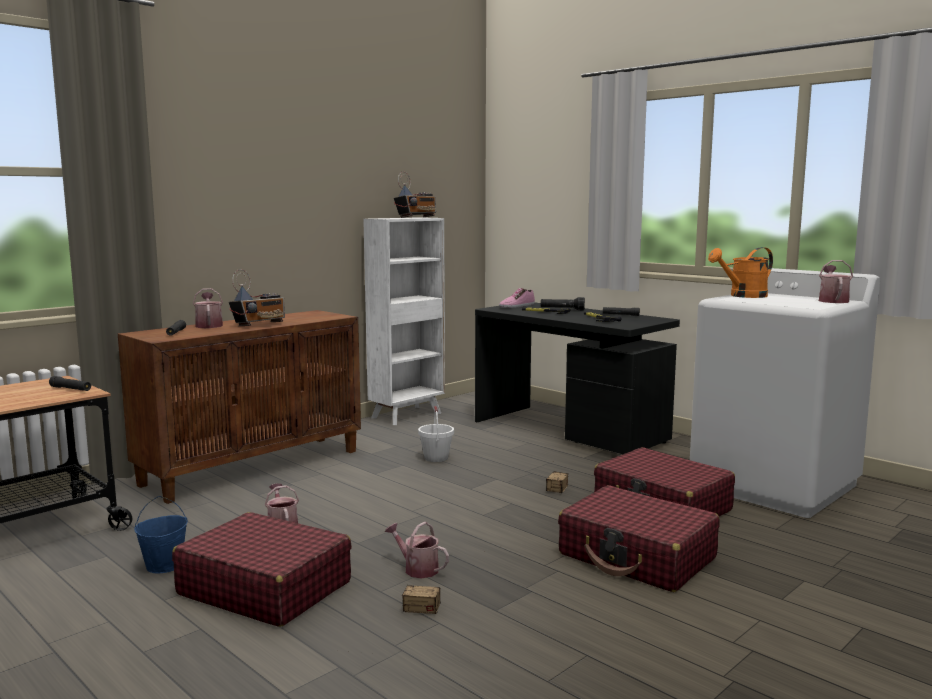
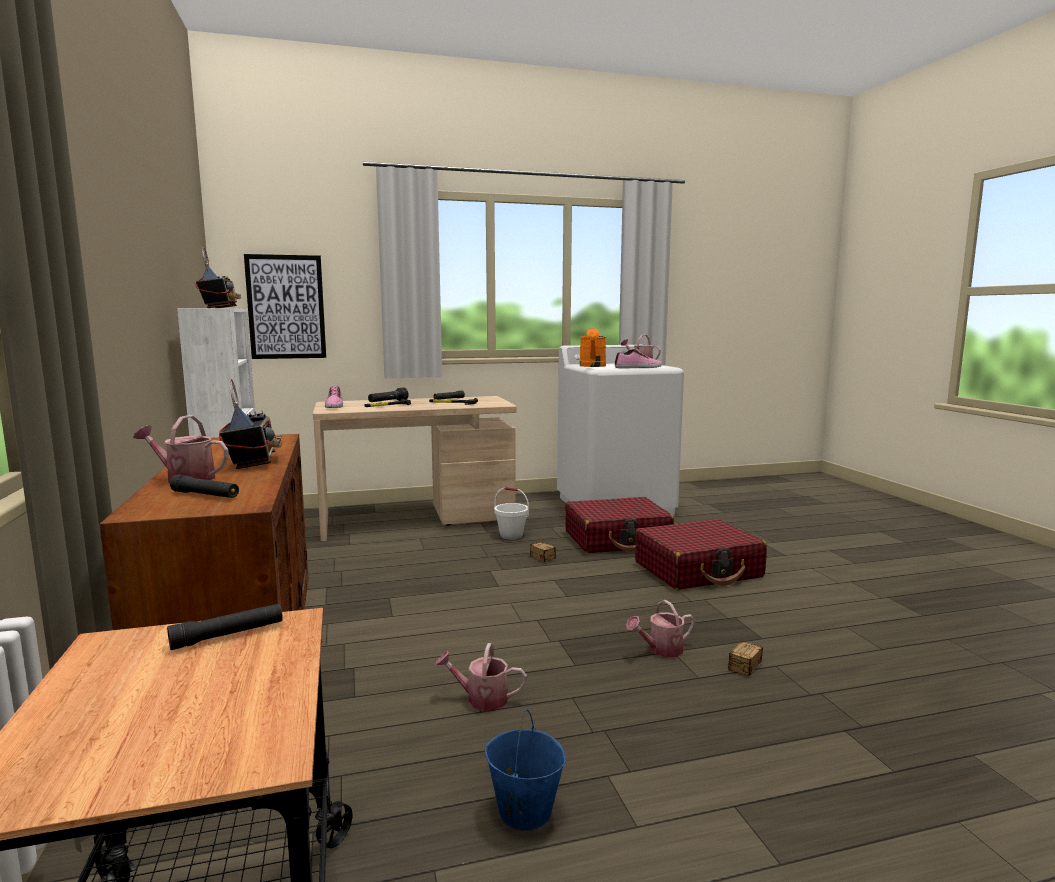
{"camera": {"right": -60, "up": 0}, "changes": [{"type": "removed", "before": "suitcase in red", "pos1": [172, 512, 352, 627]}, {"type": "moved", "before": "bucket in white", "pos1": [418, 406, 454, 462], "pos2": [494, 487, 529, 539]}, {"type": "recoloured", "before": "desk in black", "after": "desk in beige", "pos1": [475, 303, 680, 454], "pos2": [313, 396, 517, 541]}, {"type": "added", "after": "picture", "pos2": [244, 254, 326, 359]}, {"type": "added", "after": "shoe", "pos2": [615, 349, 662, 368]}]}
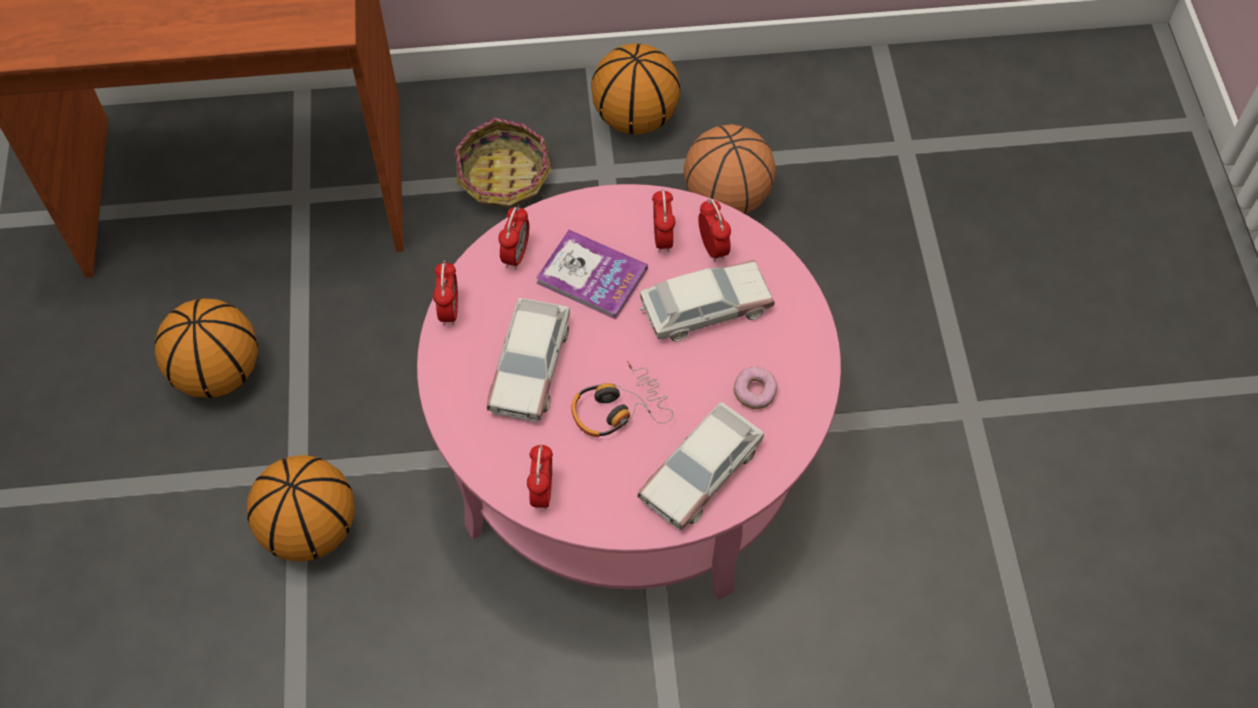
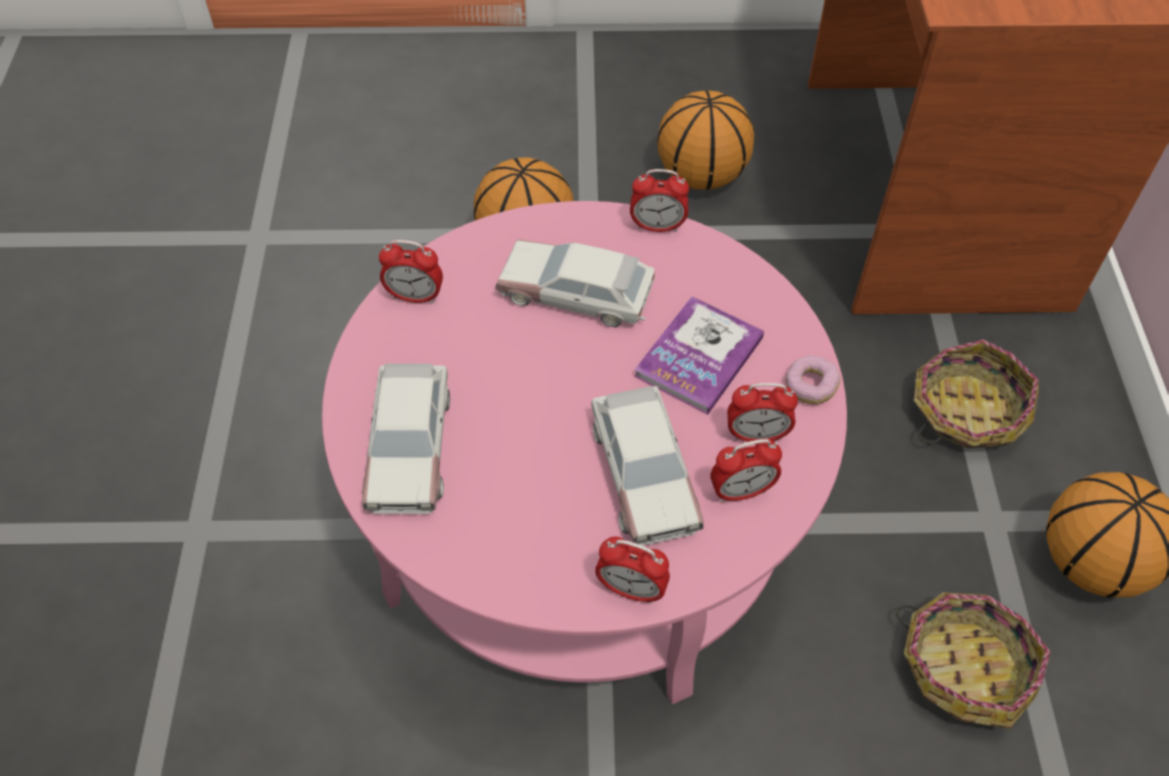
{"camera": {"right": 95, "up": -5}, "changes": [{"type": "moved", "before": "alarm clock", "pos1": [498, 205, 529, 269], "pos2": [595, 537, 670, 604]}, {"type": "removed", "before": "headphones", "pos1": [571, 361, 673, 437]}, {"type": "turned", "before": "toy car", "pos1": [637, 402, 764, 530], "pos2": [362, 363, 450, 514], "turn": -135}, {"type": "replaced", "before": "basketball", "after": "basket", "pos1": [683, 124, 776, 214], "pos2": [896, 592, 1051, 729]}, {"type": "moved", "before": "donut", "pos1": [733, 366, 778, 409], "pos2": [786, 355, 841, 404]}]}
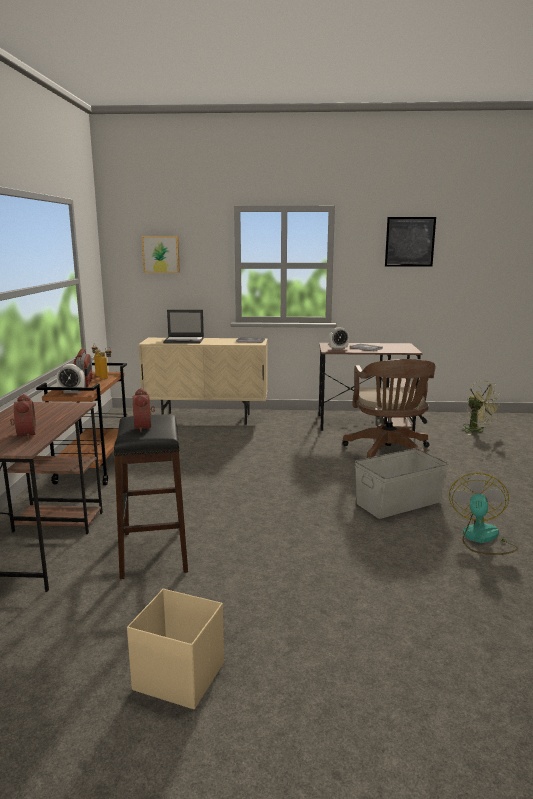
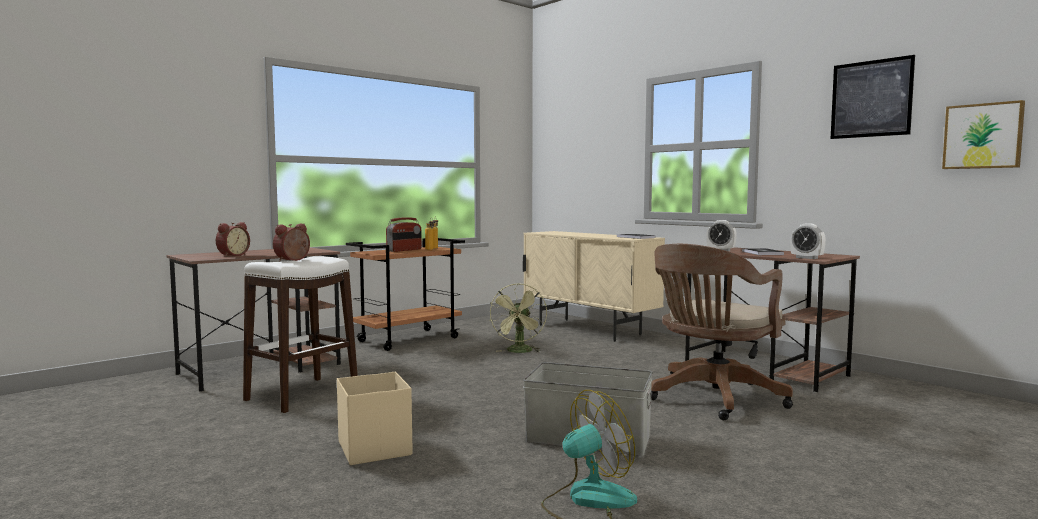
{"camera": {"right": 45, "up": -10}, "changes": [{"type": "moved", "before": "alarm clock", "pos1": [57, 364, 85, 393], "pos2": [790, 223, 826, 259]}, {"type": "recoloured", "before": "stool in black", "after": "stool in white", "pos1": [114, 414, 188, 579], "pos2": [243, 256, 358, 413]}, {"type": "moved", "before": "storage box in beige", "pos1": [127, 589, 224, 710], "pos2": [337, 372, 413, 465]}, {"type": "moved", "before": "picture", "pos1": [142, 236, 180, 273], "pos2": [942, 100, 1025, 169]}, {"type": "removed", "before": "laptop", "pos1": [163, 310, 204, 343]}, {"type": "moved", "before": "fan in green", "pos1": [463, 380, 501, 435], "pos2": [489, 283, 547, 353]}]}
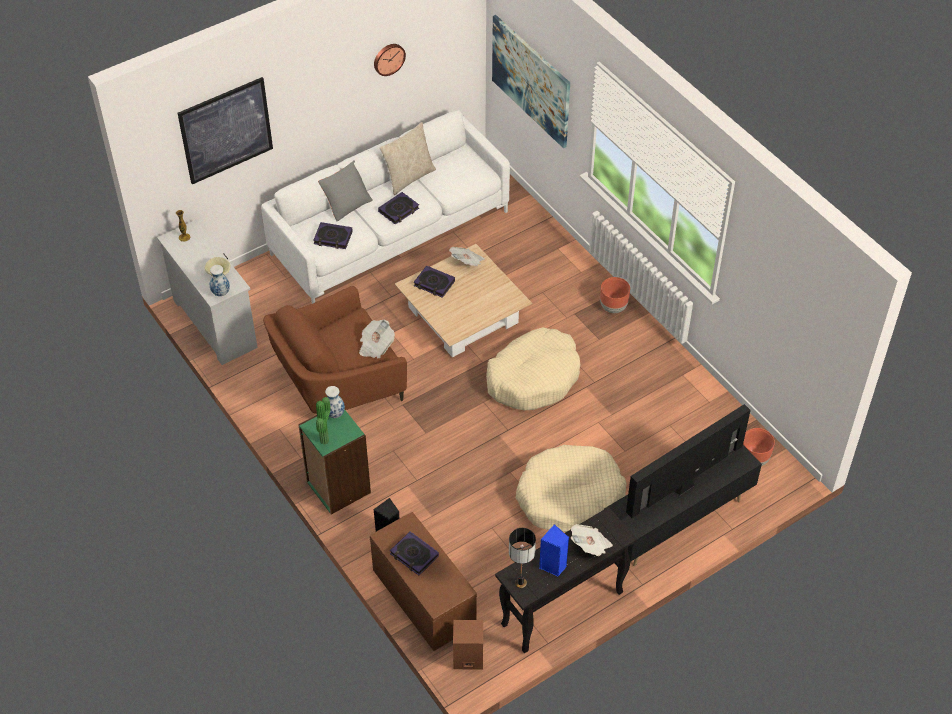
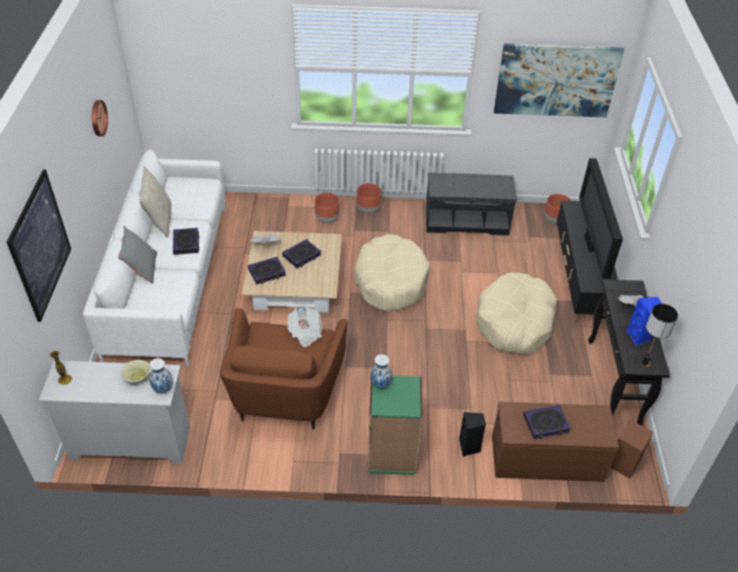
{"camera": {"right": -55, "up": -5}, "changes": [{"type": "moved", "before": "book", "pos1": [313, 222, 353, 249], "pos2": [282, 239, 321, 268]}, {"type": "removed", "before": "potted plant", "pos1": [316, 397, 331, 445]}, {"type": "moved", "before": "picture", "pos1": [492, 15, 570, 148], "pos2": [494, 44, 625, 117]}, {"type": "added", "after": "planter in brown", "pos2": [314, 193, 340, 223]}, {"type": "added", "after": "bench in grey", "pos2": [426, 173, 517, 236]}]}
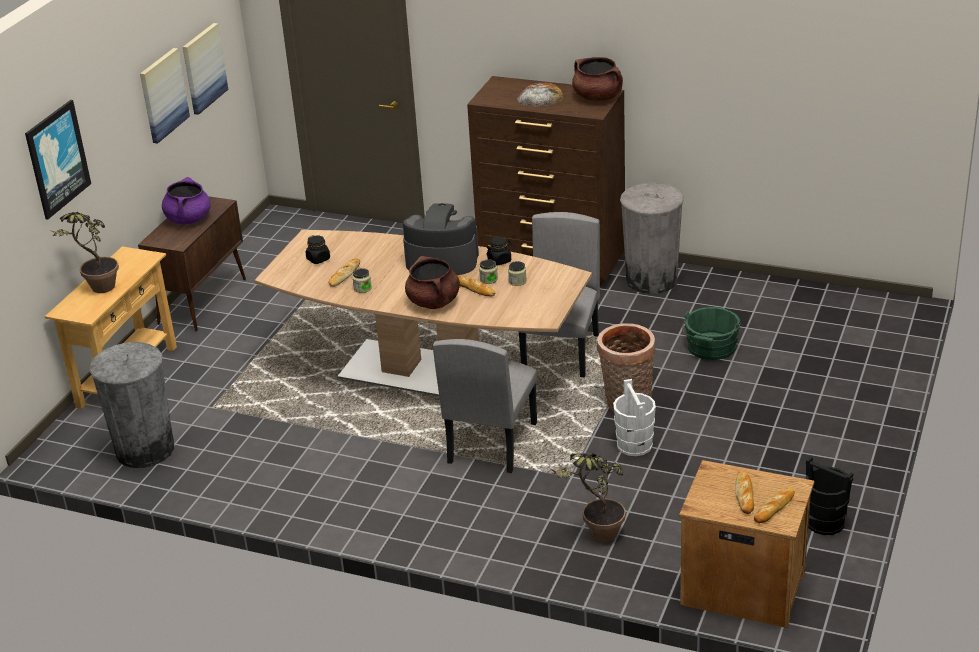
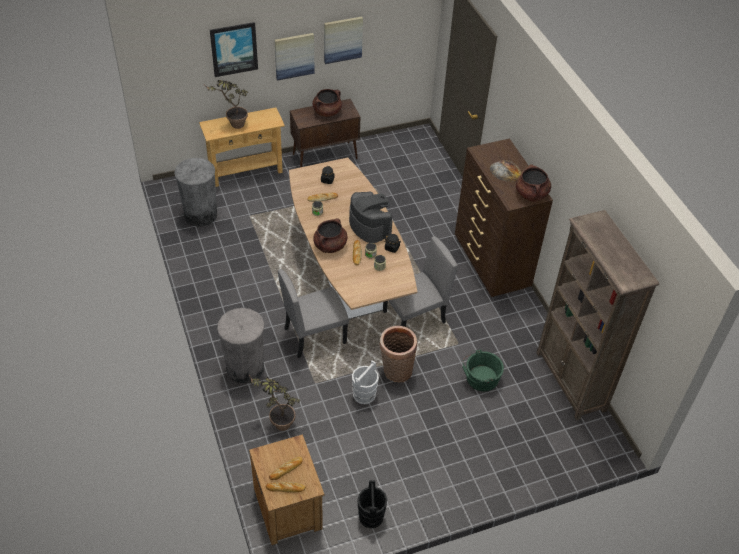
{"camera": {"right": 45, "up": 15}, "changes": [{"type": "recoloured", "before": "cooking pot in purple", "after": "cooking pot in brown", "pos1": [162, 177, 211, 224], "pos2": [312, 89, 342, 117]}, {"type": "moved", "before": "picture", "pos1": [183, 23, 228, 115], "pos2": [275, 33, 315, 81]}, {"type": "moved", "before": "trash can in grey", "pos1": [620, 183, 684, 294], "pos2": [217, 308, 264, 383]}, {"type": "added", "after": "bookcase in brown", "pos2": [536, 210, 659, 421]}]}
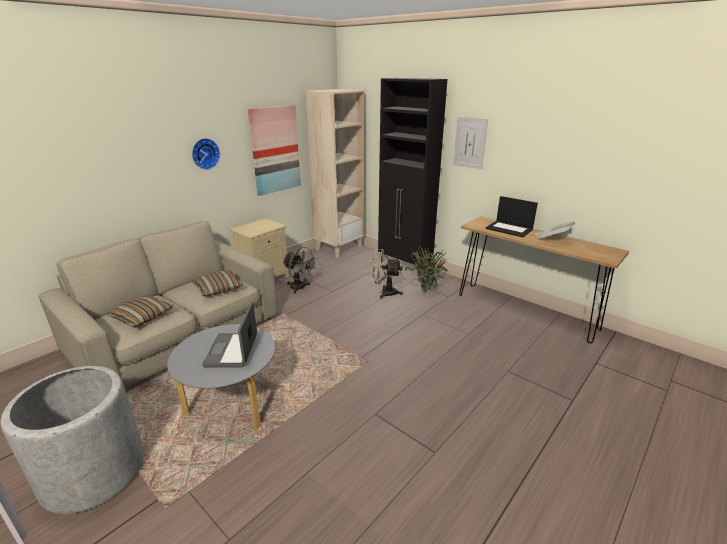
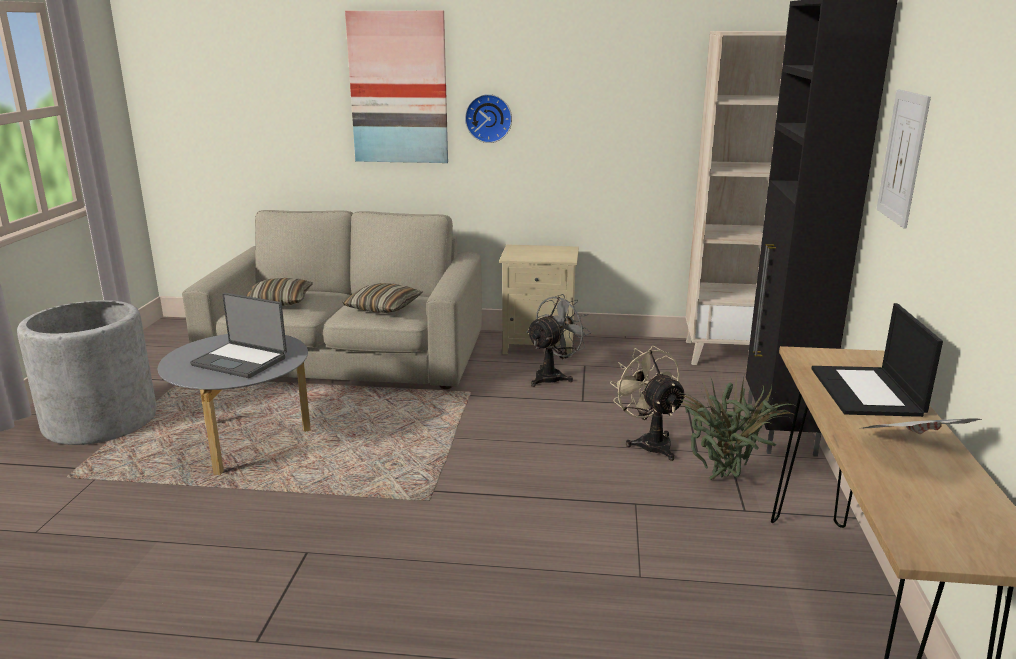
{"camera": {"right": 55, "up": -5}, "changes": [{"type": "turned", "before": "laptop", "pos1": [202, 302, 257, 368], "pos2": [190, 293, 287, 378], "turn": -120}, {"type": "moved", "before": "picture", "pos1": [248, 105, 301, 196], "pos2": [345, 11, 448, 163]}, {"type": "turned", "before": "fan in grey", "pos1": [283, 247, 318, 294], "pos2": [526, 294, 591, 387], "turn": -135}]}
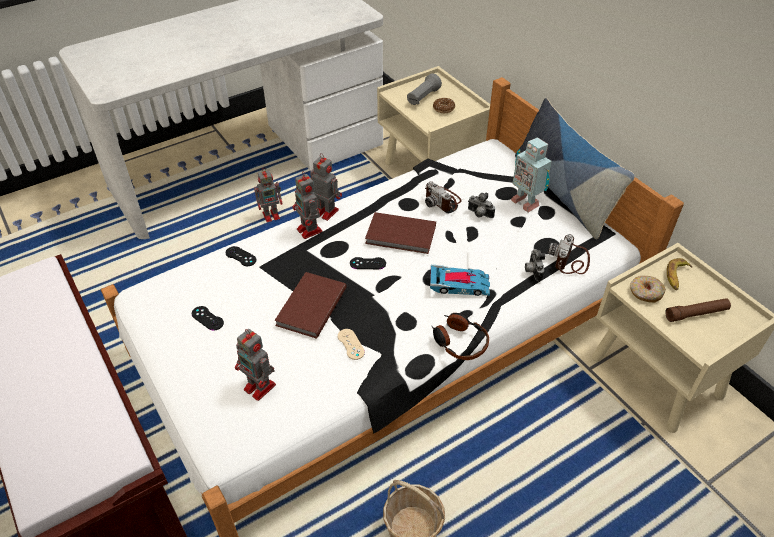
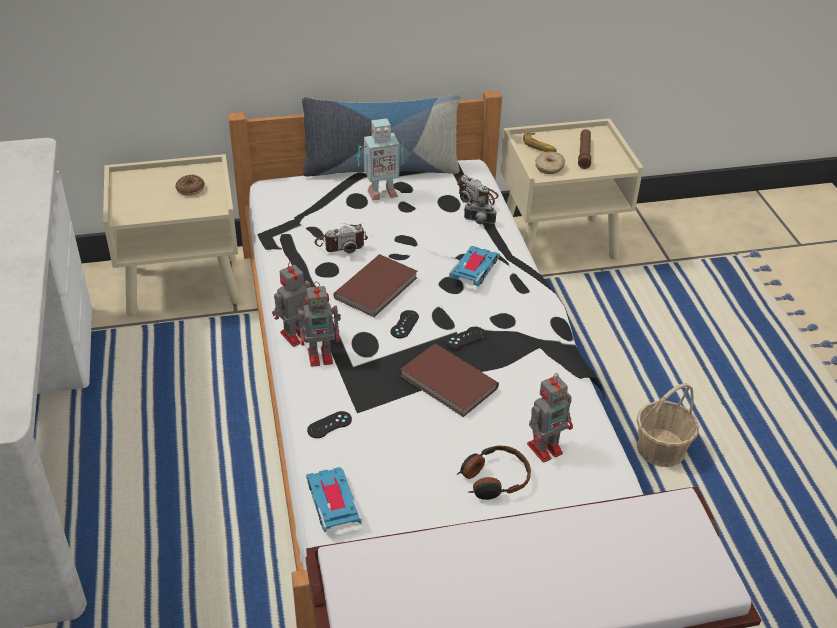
{"camera": {"right": -70, "up": -5}, "changes": [{"type": "moved", "before": "game controller in black", "pos1": [192, 306, 224, 331], "pos2": [445, 327, 485, 348]}, {"type": "removed", "before": "toy robot", "pos1": [254, 168, 283, 222]}, {"type": "removed", "before": "game controller in beige", "pos1": [338, 329, 365, 360]}, {"type": "removed", "before": "flashlight in grey", "pos1": [407, 73, 442, 105]}, {"type": "moved", "before": "headphones", "pos1": [432, 313, 489, 360], "pos2": [457, 445, 531, 500]}, {"type": "removed", "before": "photo camera", "pos1": [468, 193, 495, 218]}, {"type": "added", "after": "toy car", "pos2": [306, 467, 362, 532]}]}
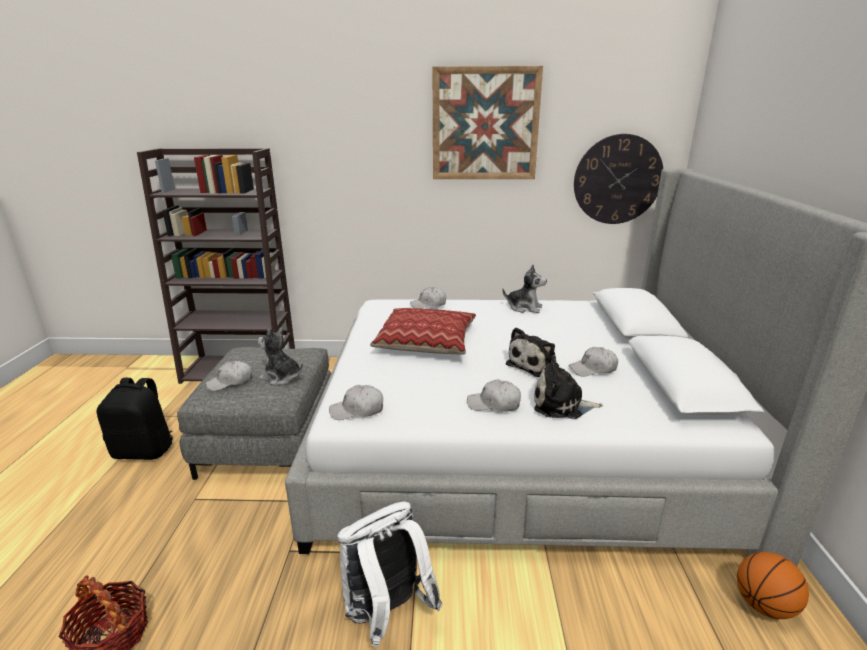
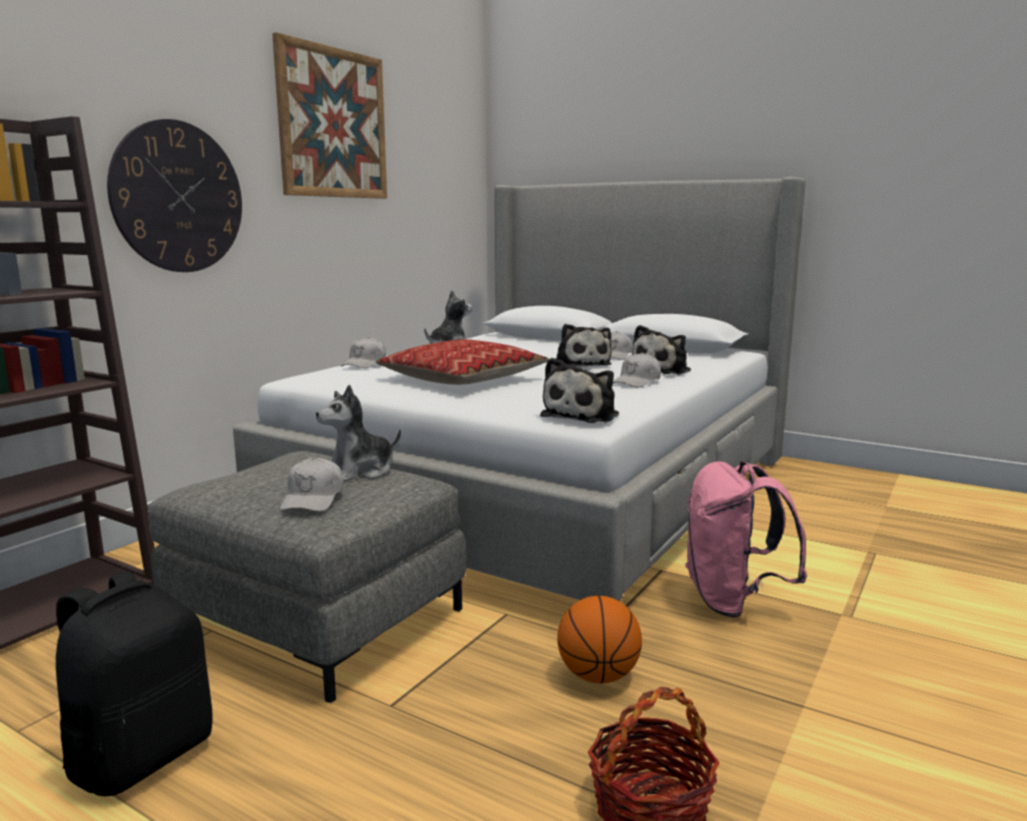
{"camera": {"right": -60, "up": -10}, "changes": [{"type": "replaced", "before": "cap in white", "after": "plush toy", "pos1": [329, 385, 383, 420], "pos2": [540, 358, 619, 423]}, {"type": "recoloured", "before": "backpack in white", "after": "backpack in pink", "pos1": [337, 501, 443, 647], "pos2": [685, 461, 807, 618]}, {"type": "moved", "before": "wall clock", "pos1": [574, 134, 663, 224], "pos2": [107, 119, 242, 272]}, {"type": "moved", "before": "basketball", "pos1": [737, 552, 809, 619], "pos2": [557, 596, 642, 683]}]}
